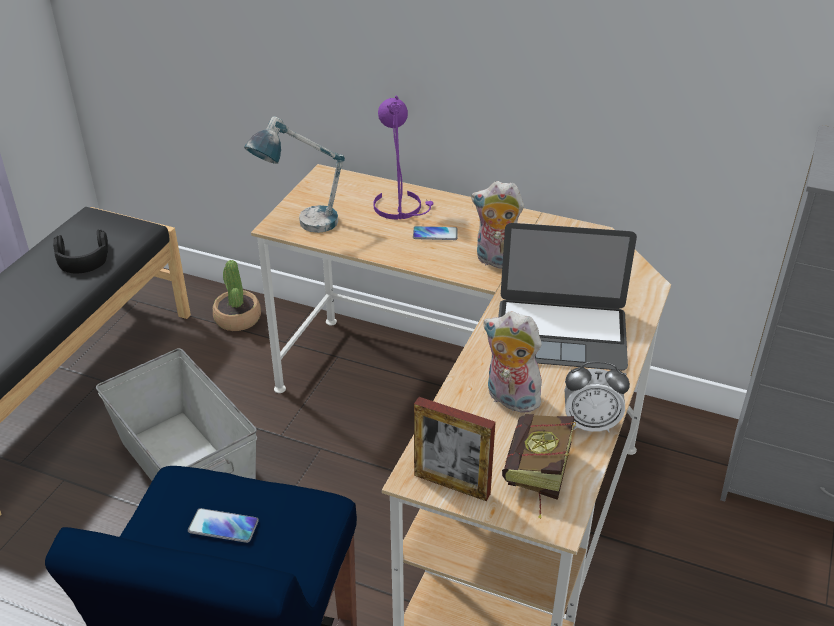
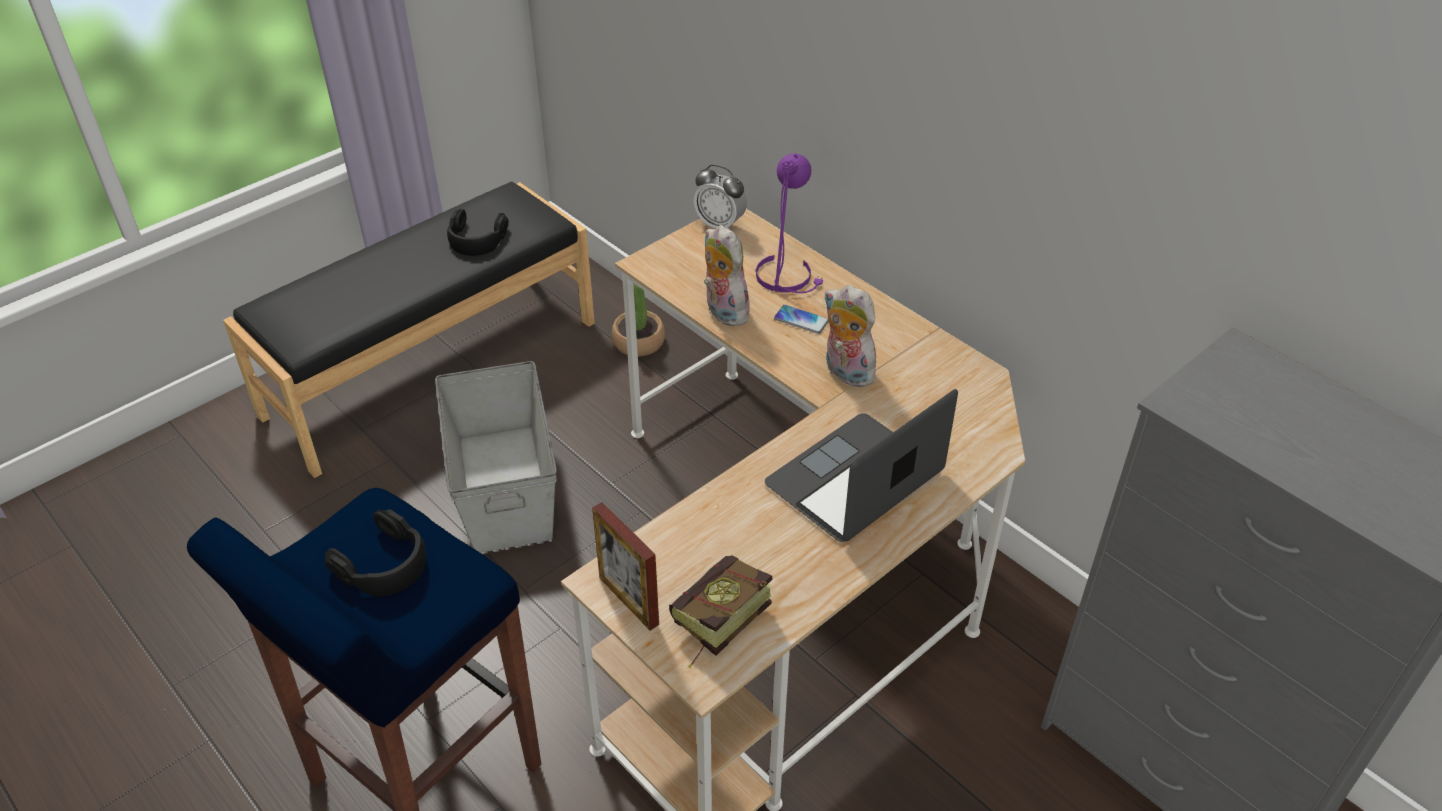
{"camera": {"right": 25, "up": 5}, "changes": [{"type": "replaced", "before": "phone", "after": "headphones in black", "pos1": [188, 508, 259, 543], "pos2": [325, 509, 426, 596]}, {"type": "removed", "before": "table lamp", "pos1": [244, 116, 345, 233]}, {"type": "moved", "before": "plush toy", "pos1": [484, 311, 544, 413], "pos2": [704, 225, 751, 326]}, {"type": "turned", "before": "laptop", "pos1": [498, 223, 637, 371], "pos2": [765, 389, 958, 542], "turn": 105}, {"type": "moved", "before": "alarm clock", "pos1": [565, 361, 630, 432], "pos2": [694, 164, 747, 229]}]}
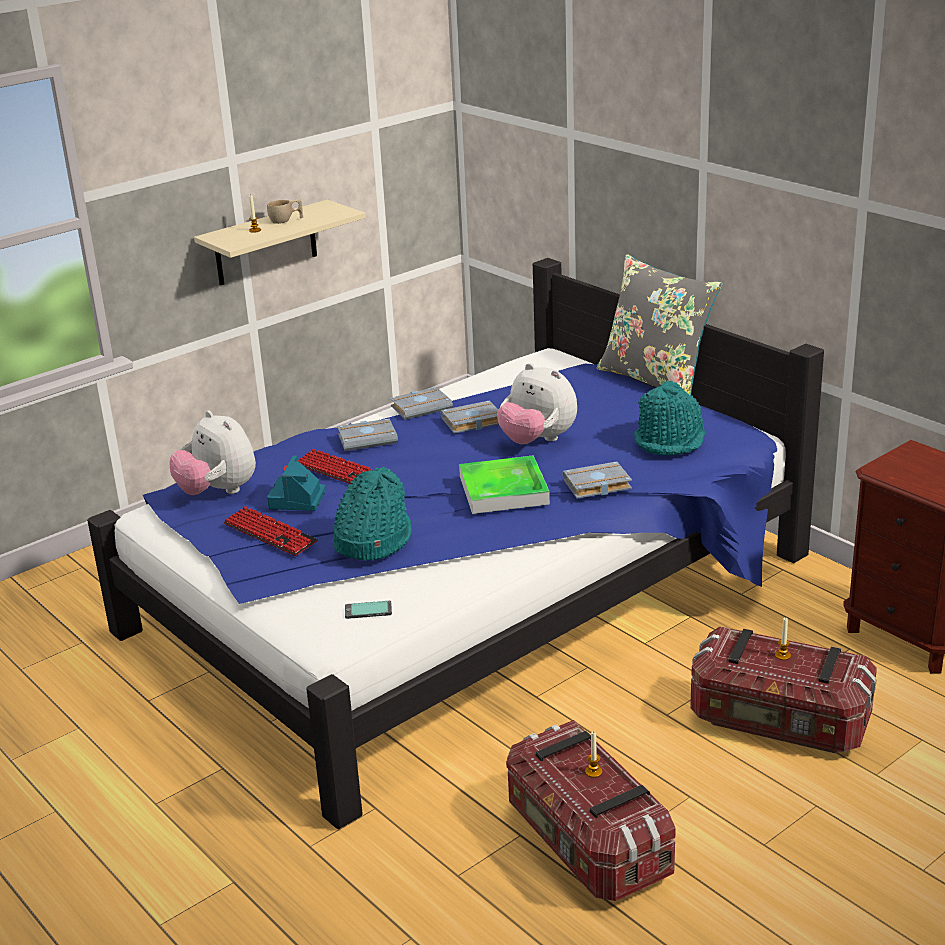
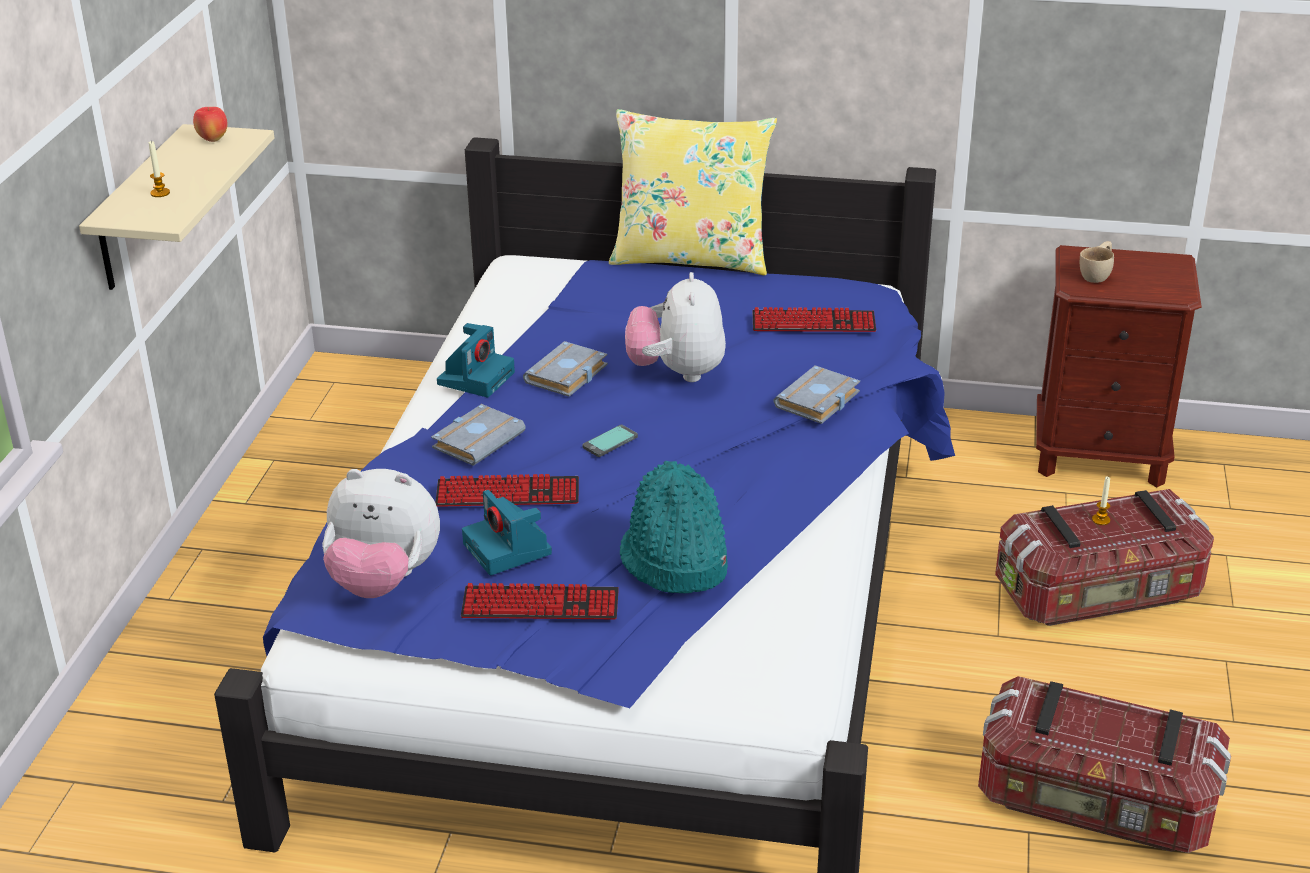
{"camera": {"right": -40, "up": 5}, "changes": [{"type": "moved", "before": "cup in beige", "pos1": [267, 199, 303, 224], "pos2": [1080, 241, 1114, 283]}, {"type": "moved", "before": "phone", "pos1": [345, 601, 392, 619], "pos2": [582, 425, 638, 457]}, {"type": "replaced", "before": "book in grey", "after": "photo camera", "pos1": [390, 387, 453, 420], "pos2": [437, 323, 515, 397]}, {"type": "removed", "before": "tray", "pos1": [459, 455, 550, 514]}, {"type": "turned", "before": "plush toy", "pos1": [497, 363, 577, 445], "pos2": [625, 272, 726, 382], "turn": 90}, {"type": "removed", "before": "candle", "pos1": [585, 731, 602, 778]}, {"type": "recoloured", "before": "pillow in grey", "after": "pillow in yellow", "pos1": [597, 254, 723, 395], "pos2": [609, 109, 777, 275]}, {"type": "replaced", "before": "hat in turquoise", "after": "keyboard", "pos1": [634, 381, 705, 455], "pos2": [752, 307, 876, 332]}, {"type": "added", "after": "apple", "pos2": [193, 107, 227, 142]}]}
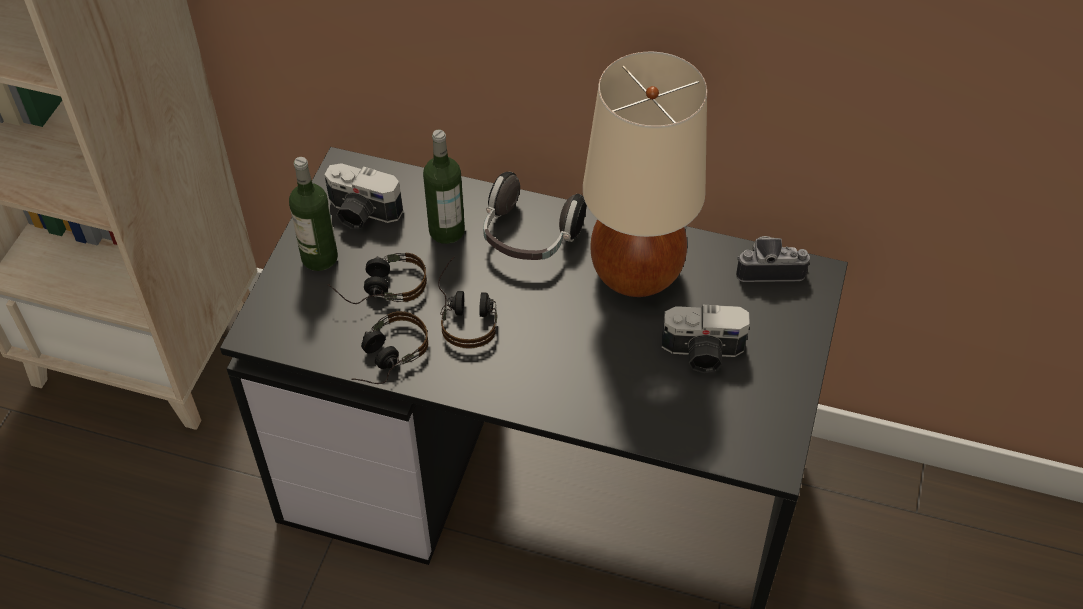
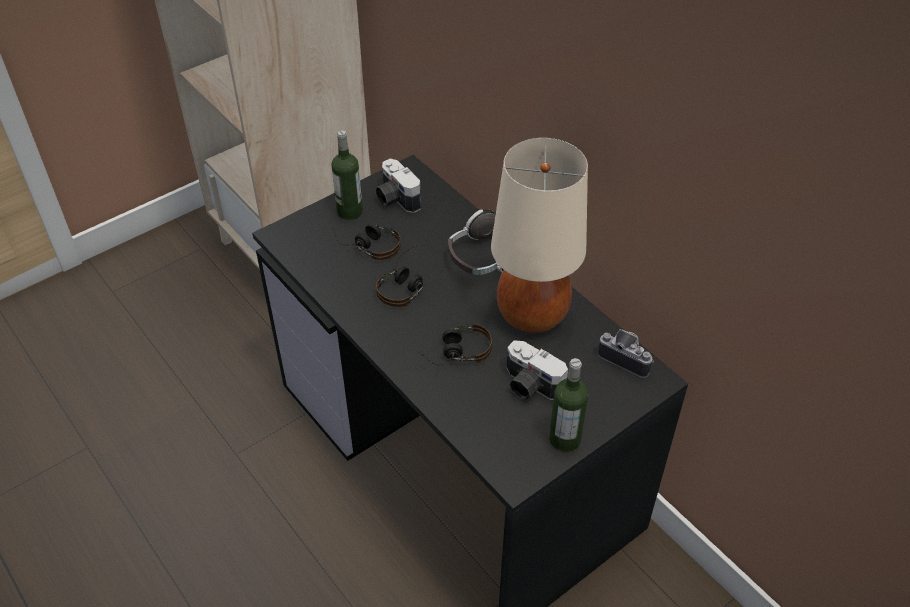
{"camera": {"right": 35, "up": -5}, "changes": [{"type": "moved", "before": "headphones", "pos1": [351, 311, 428, 384], "pos2": [417, 324, 492, 366]}, {"type": "moved", "before": "bottle", "pos1": [423, 129, 465, 244], "pos2": [549, 358, 588, 452]}]}
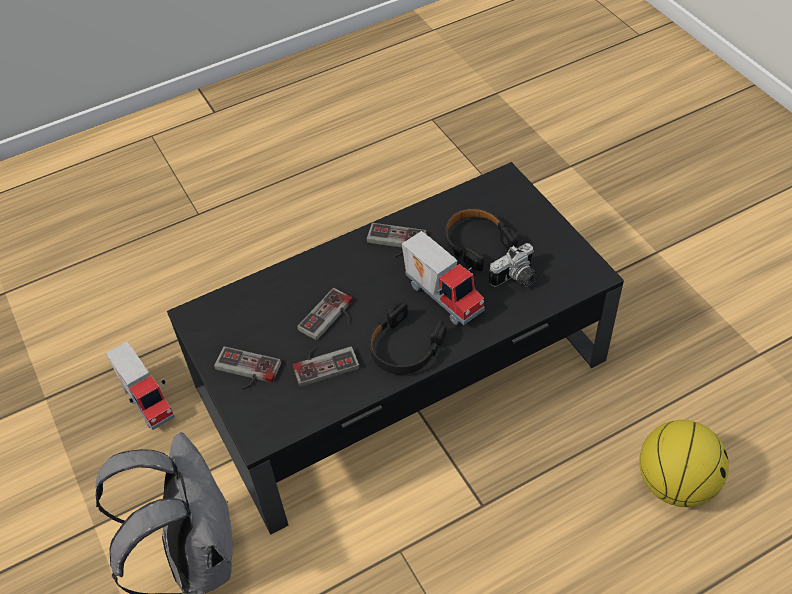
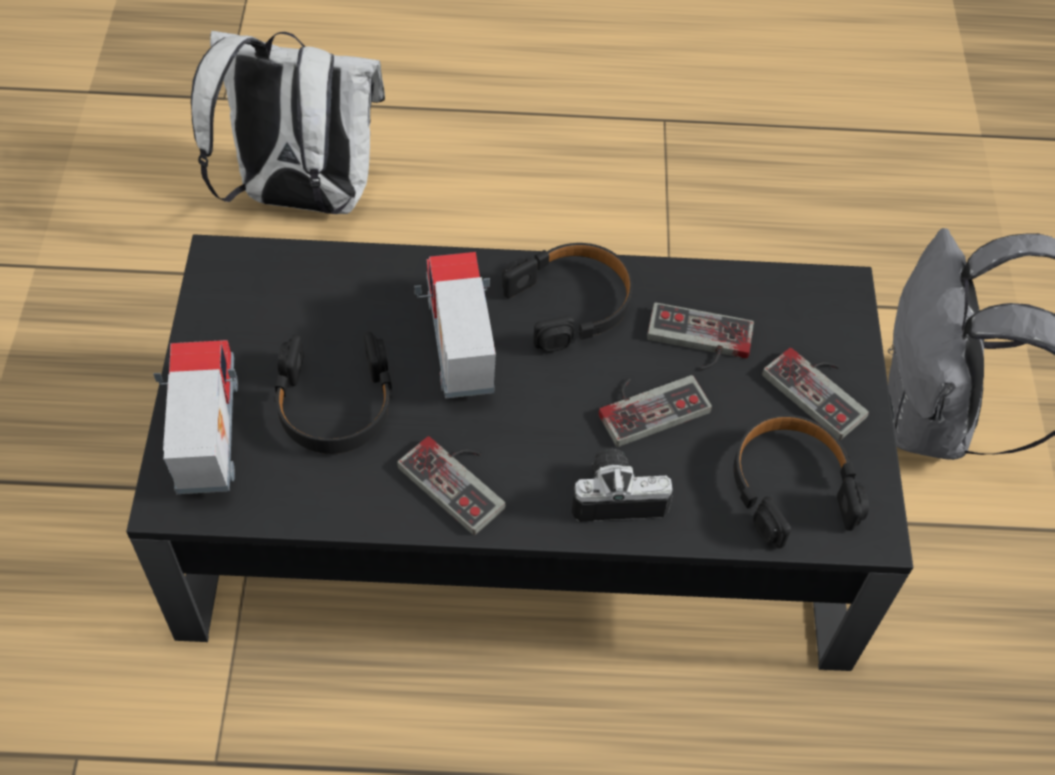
{"camera": {"right": -155, "up": 5}, "changes": [{"type": "moved", "before": "toy truck", "pos1": [106, 342, 175, 430], "pos2": [153, 340, 238, 494]}, {"type": "moved", "before": "photo camera", "pos1": [489, 243, 537, 287], "pos2": [572, 449, 673, 522]}, {"type": "replaced", "before": "basketball", "after": "backpack in white", "pos1": [639, 420, 729, 507], "pos2": [191, 31, 385, 214]}, {"type": "added", "after": "headphones in black", "pos2": [733, 415, 869, 548]}]}
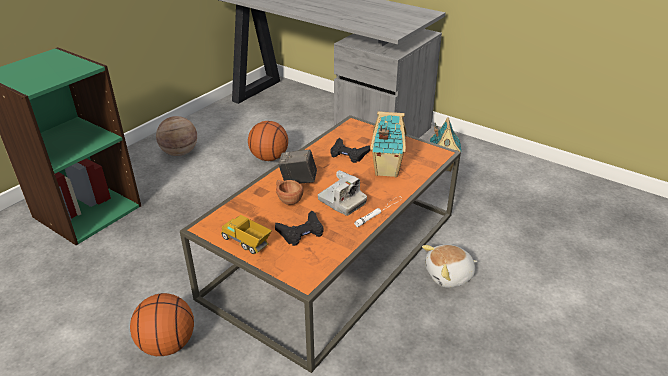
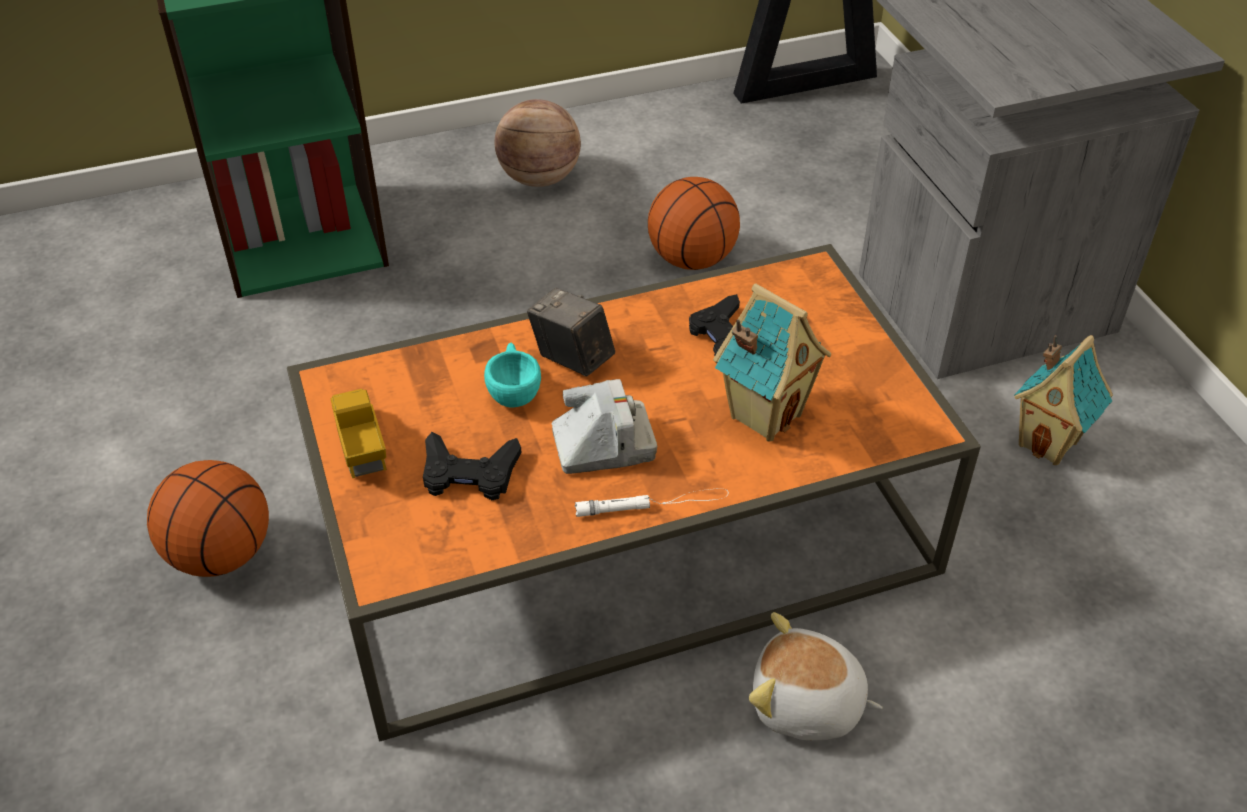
{"camera": {"right": 35, "up": 10}, "changes": [{"type": "recoloured", "before": "cup in brown", "after": "cup in turquoise", "pos1": [276, 180, 304, 205], "pos2": [484, 343, 541, 408]}, {"type": "turned", "before": "photo camera", "pos1": [318, 170, 367, 216], "pos2": [552, 379, 657, 474], "turn": -90}]}
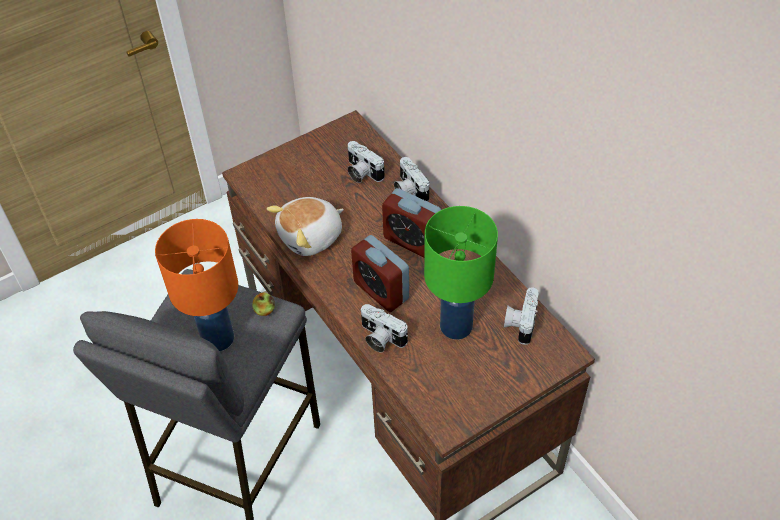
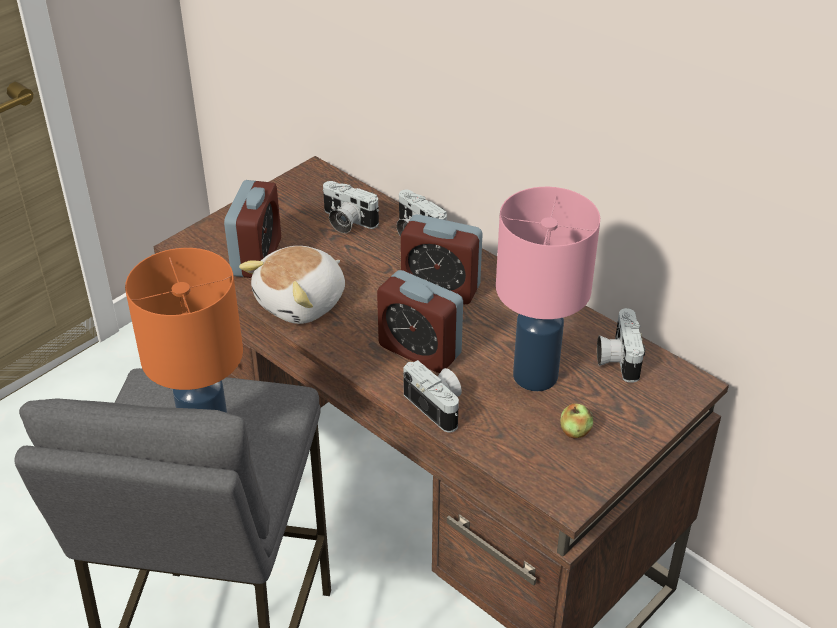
{"camera": {"right": -15, "up": -10}, "changes": [{"type": "moved", "before": "apple", "pos1": [252, 292, 275, 316], "pos2": [560, 404, 593, 439]}, {"type": "turned", "before": "photo camera", "pos1": [361, 304, 408, 353], "pos2": [403, 360, 462, 433], "turn": -150}, {"type": "recoloured", "before": "table lamp in green", "after": "table lamp in pink", "pos1": [424, 206, 498, 340], "pos2": [496, 187, 600, 391]}, {"type": "added", "after": "alarm clock", "pos2": [224, 180, 281, 278]}]}
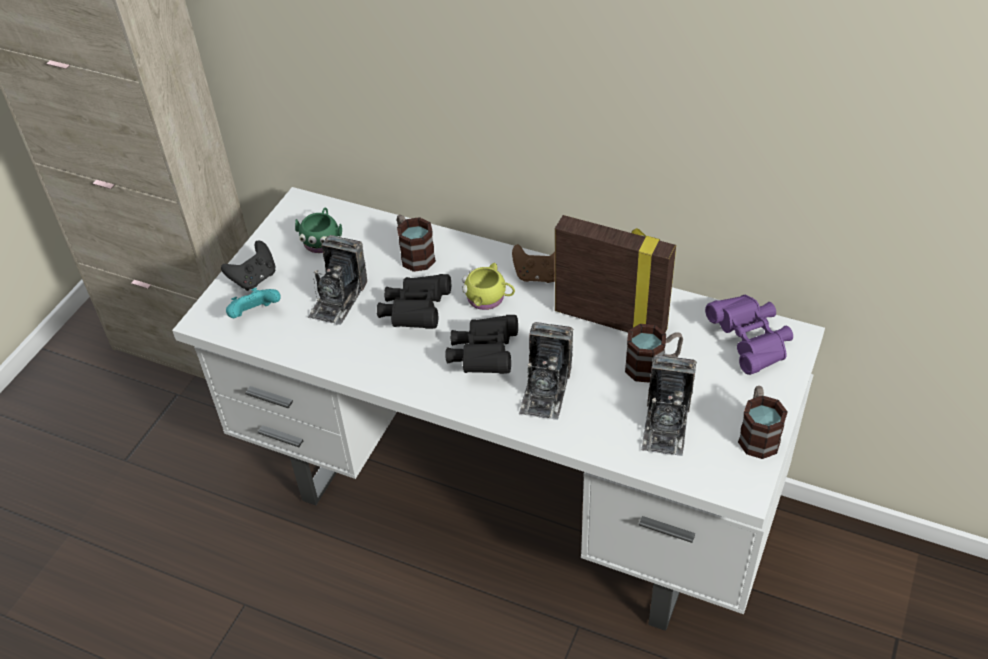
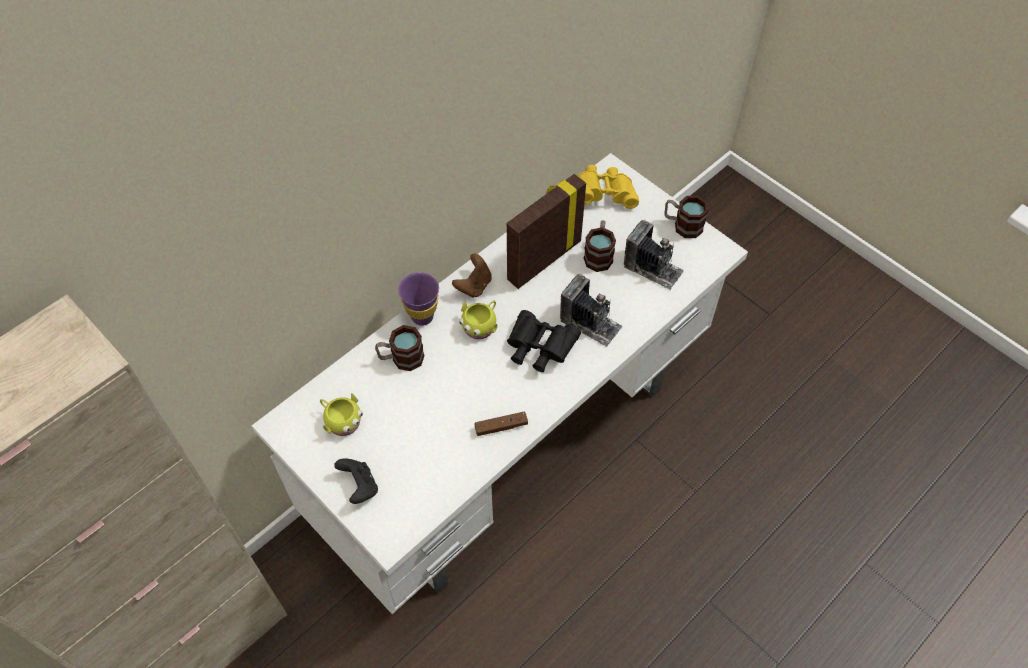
{"camera": {"right": -70, "up": 10}, "changes": [{"type": "removed", "before": "game controller in turquoise", "pos1": [226, 288, 281, 318]}, {"type": "recoloured", "before": "mug in green", "after": "mug in yellow", "pos1": [295, 208, 342, 253], "pos2": [320, 393, 363, 436]}, {"type": "removed", "before": "photo camera", "pos1": [308, 235, 367, 325]}, {"type": "removed", "before": "binoculars in black", "pos1": [377, 274, 451, 329]}, {"type": "recoloured", "before": "binoculars in purple", "after": "binoculars in yellow", "pos1": [705, 295, 793, 375], "pos2": [577, 165, 639, 209]}, {"type": "added", "after": "cup in purple", "pos2": [398, 272, 439, 326]}, {"type": "added", "after": "game controller in brown", "pos2": [474, 411, 528, 436]}]}
